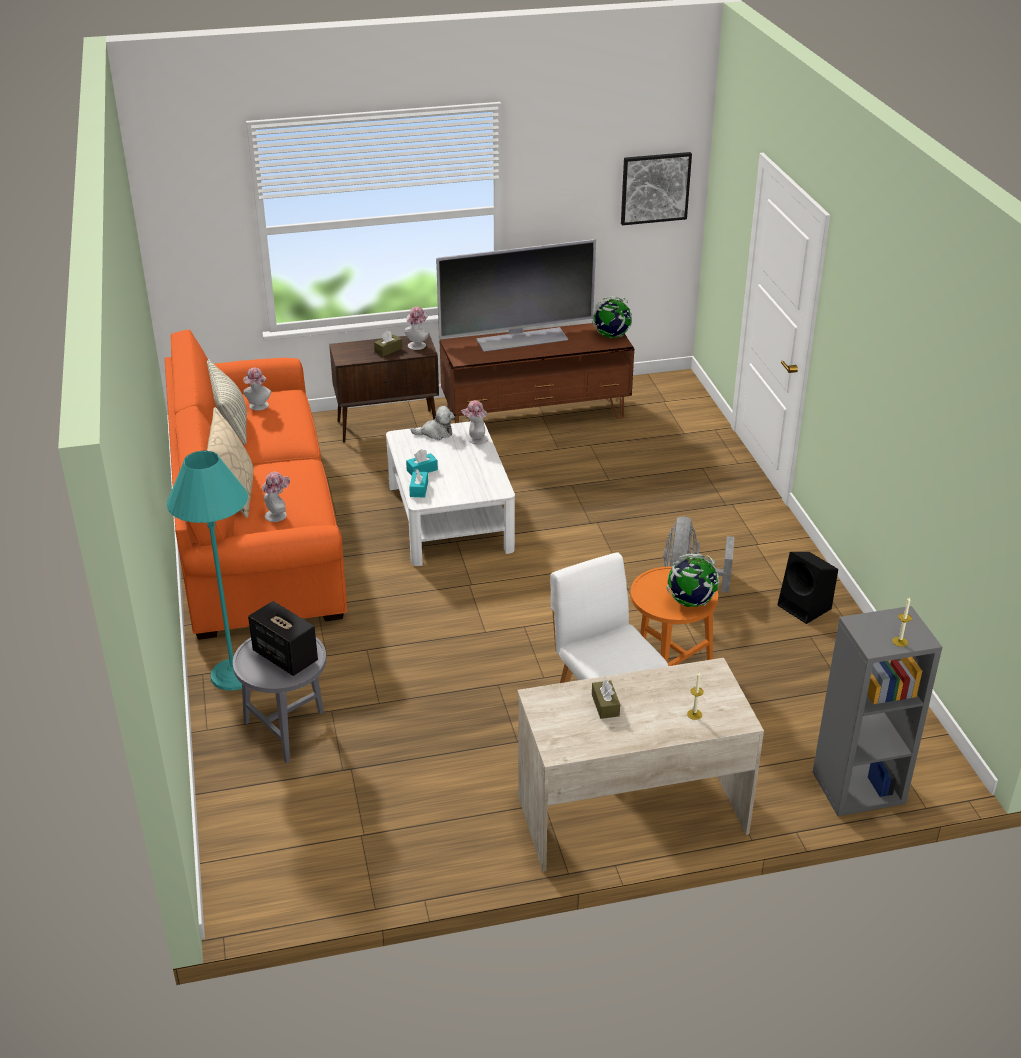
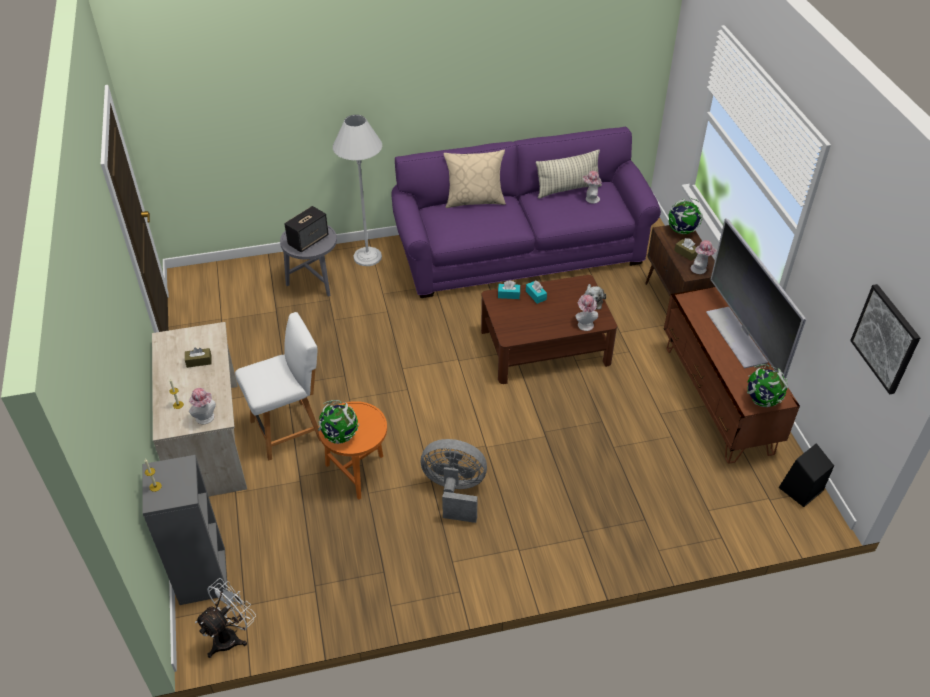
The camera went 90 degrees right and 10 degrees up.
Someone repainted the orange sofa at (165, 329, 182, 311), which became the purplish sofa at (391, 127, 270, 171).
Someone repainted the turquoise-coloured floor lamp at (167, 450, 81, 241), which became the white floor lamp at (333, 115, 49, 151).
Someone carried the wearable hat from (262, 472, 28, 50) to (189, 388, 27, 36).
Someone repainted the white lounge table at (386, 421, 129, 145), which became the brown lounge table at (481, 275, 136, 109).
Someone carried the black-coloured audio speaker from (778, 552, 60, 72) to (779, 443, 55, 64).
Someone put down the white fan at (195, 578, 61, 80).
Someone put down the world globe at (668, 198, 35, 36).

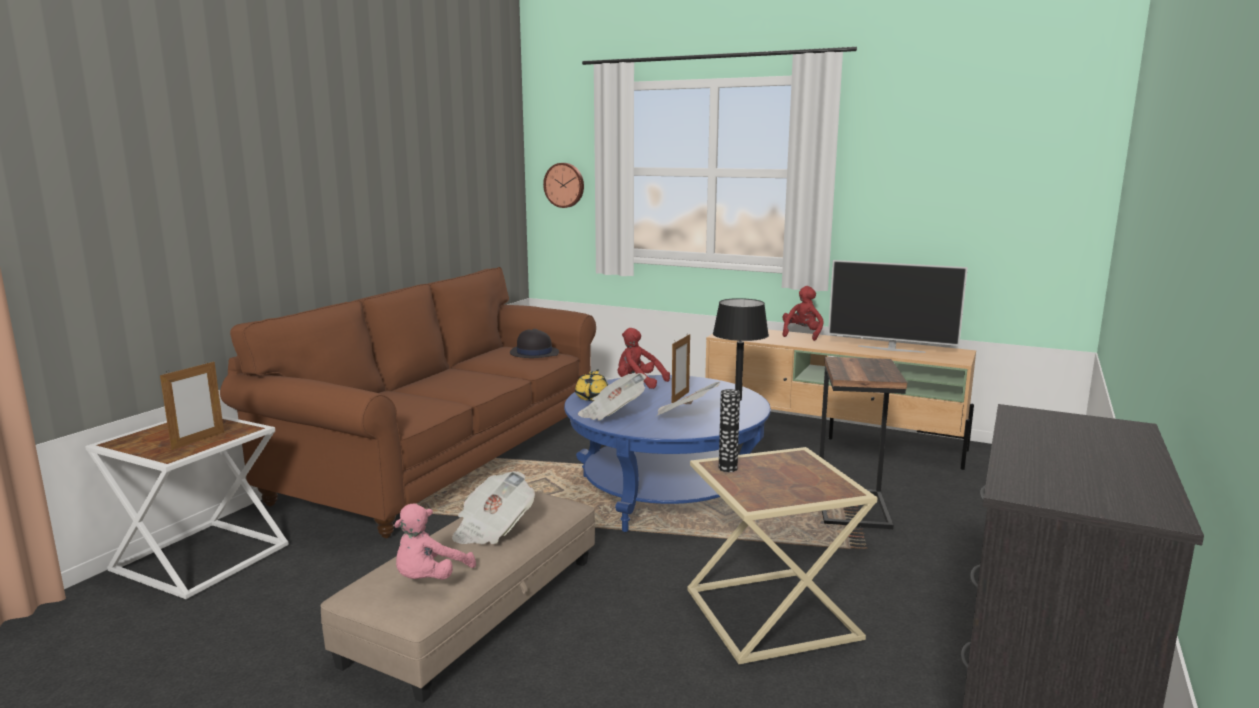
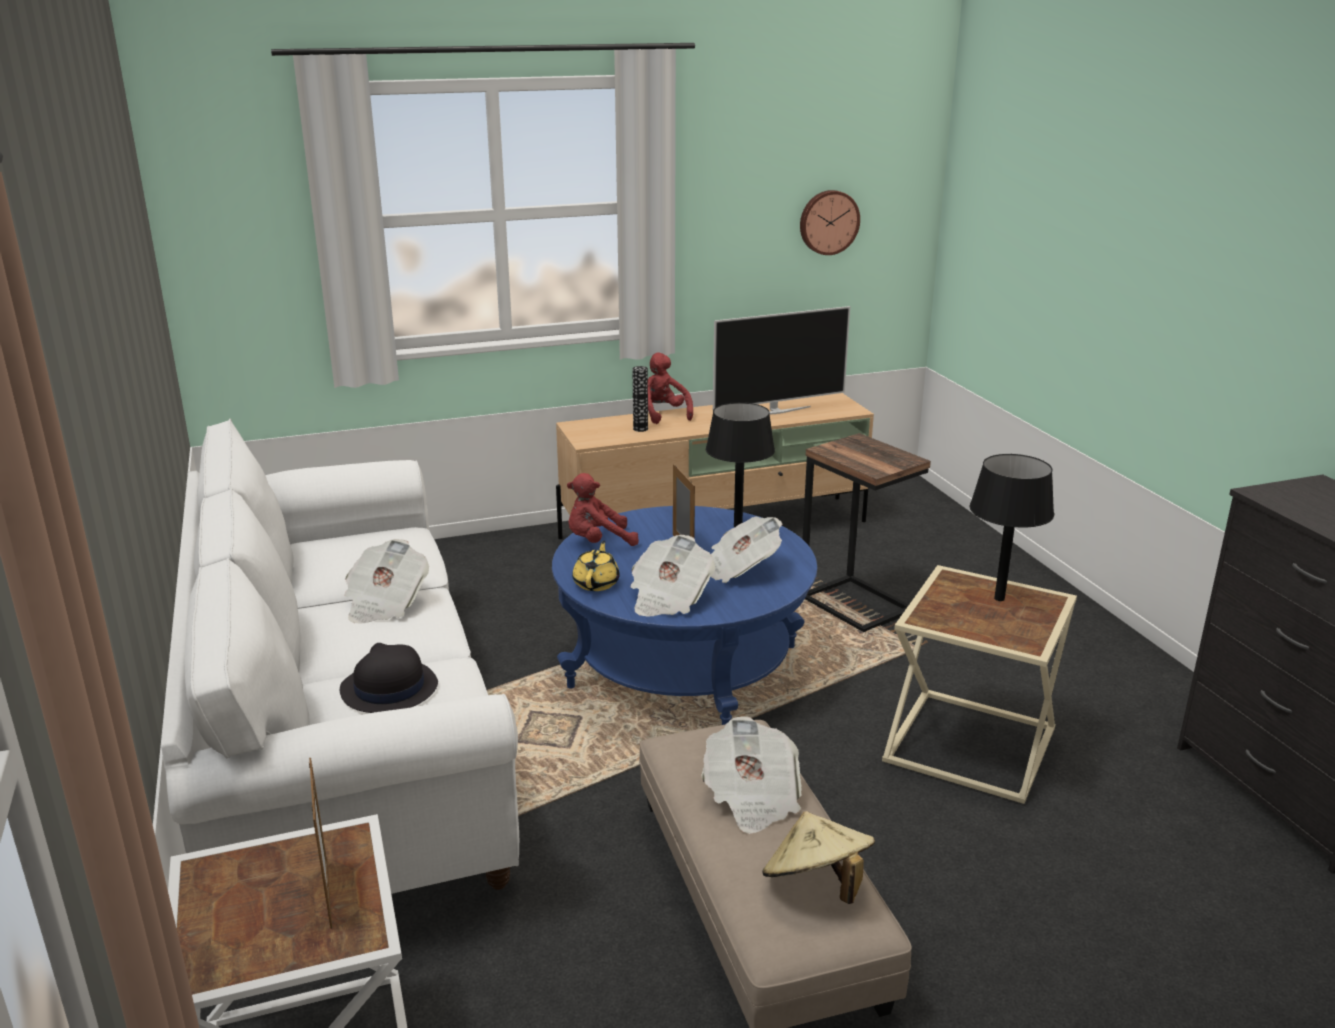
The camera went 45 degrees left and 10 degrees up.
Someone repainted the brown sofa at (220, 267, 376, 271), which became the white sofa at (161, 419, 358, 475).
Someone swapped the pink-coloured soft toy at (394, 503, 82, 77) for the beige wearable hat at (762, 811, 113, 93).
Someone carried the black-coloured wearable hat from (510, 329, 49, 29) to (340, 643, 98, 70).
Someone carried the hanging clock from (543, 163, 41, 45) to (800, 190, 60, 65).
Someone rotated the yellowish teapot at (575, 370, 33, 31) by 45 degrees clockwise.
Someone carried the decorative vase from (719, 389, 21, 83) to (632, 366, 16, 66).
Someone put down the printed paper at (344, 539, 85, 85).
Someone put down the black-coloured lamp for a table at (970, 454, 84, 147).

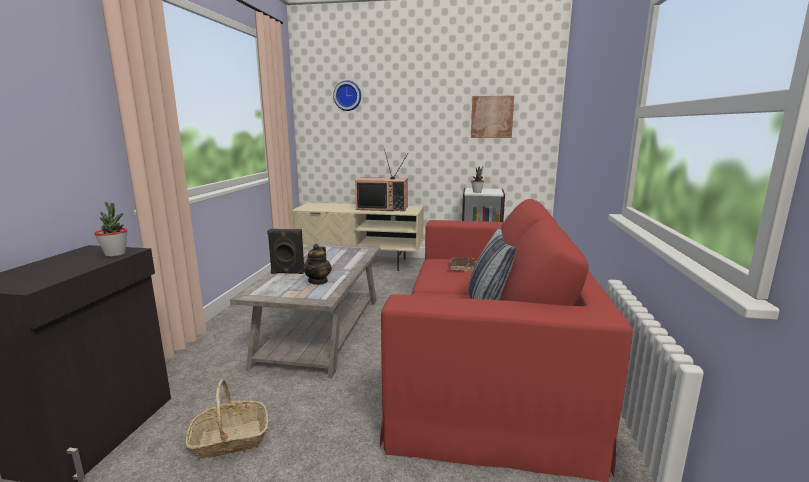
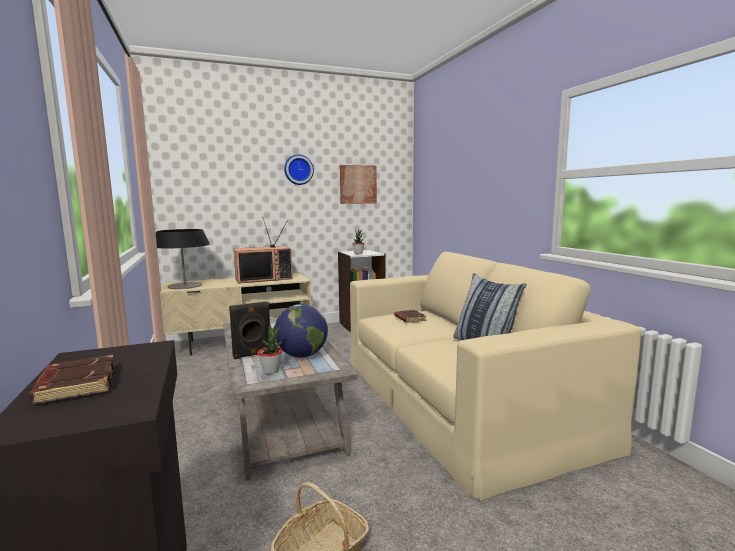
The camera went 30 degrees left and 5 degrees down.
Someone carried the potted plant from (94, 201, 34, 56) to (257, 325, 26, 49).
Someone swapped the teapot at (303, 244, 29, 41) for the world globe at (275, 304, 53, 53).
Someone carried the hanging clock from (333, 80, 28, 31) to (284, 154, 30, 31).
Someone repainted the red-coloured sofa at (380, 199, 253, 283), which became the beige sofa at (350, 252, 291, 248).
Someone put down the brown book at (29, 355, 86, 49).
Someone put down the lamp for a table at (156, 229, 53, 60).

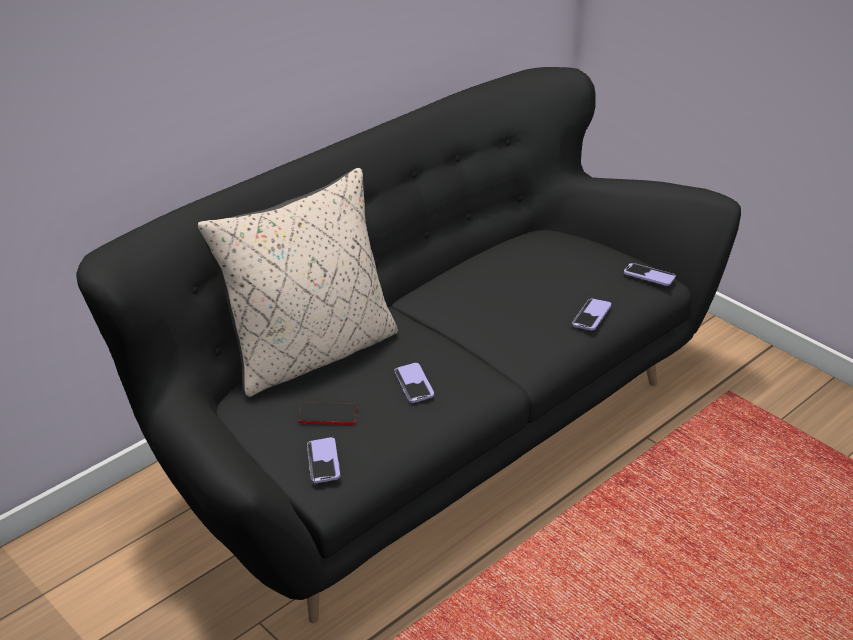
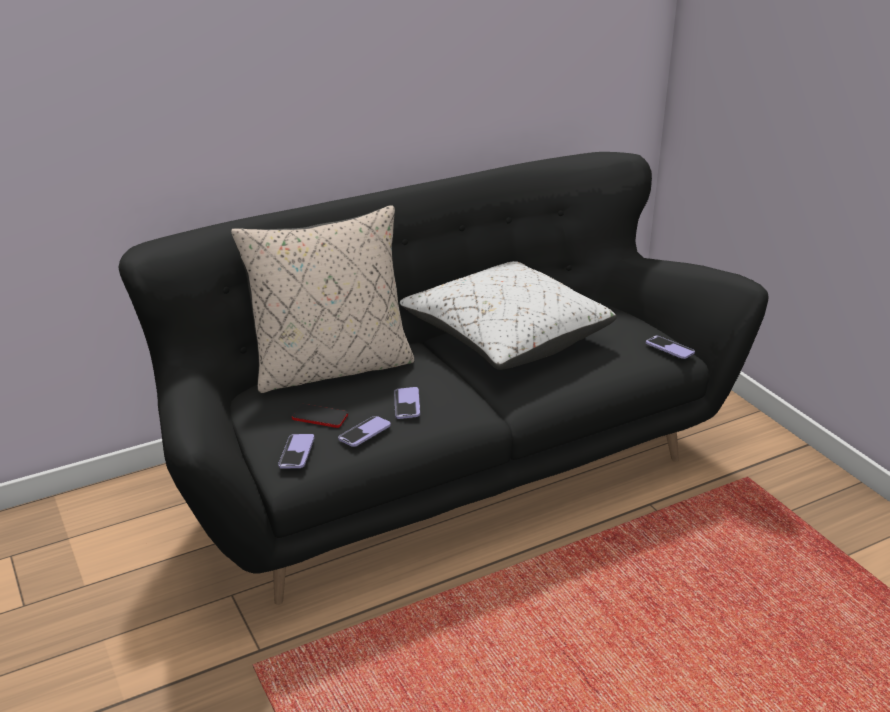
The camera went 15 degrees right and 5 degrees down.
Someone carried the telephone from (572, 299, 39, 31) to (338, 416, 53, 31).
Someone put down the white pillow at (400, 261, 217, 109).

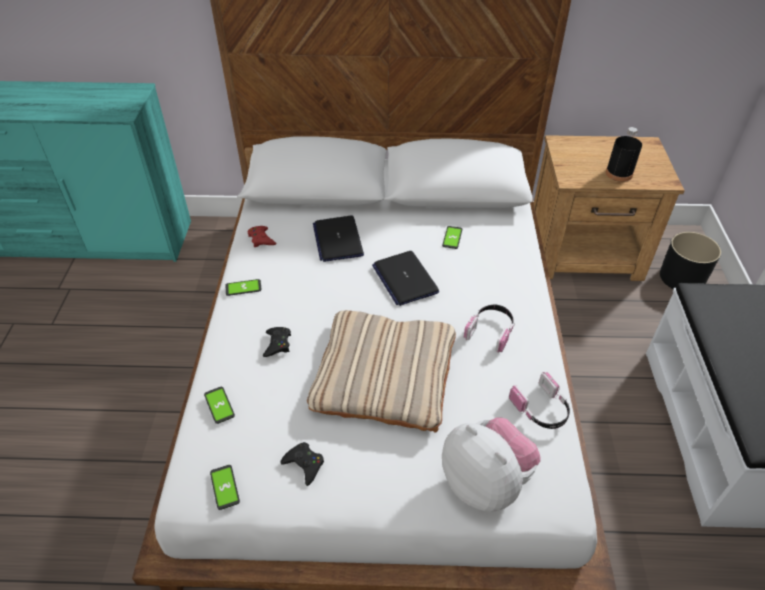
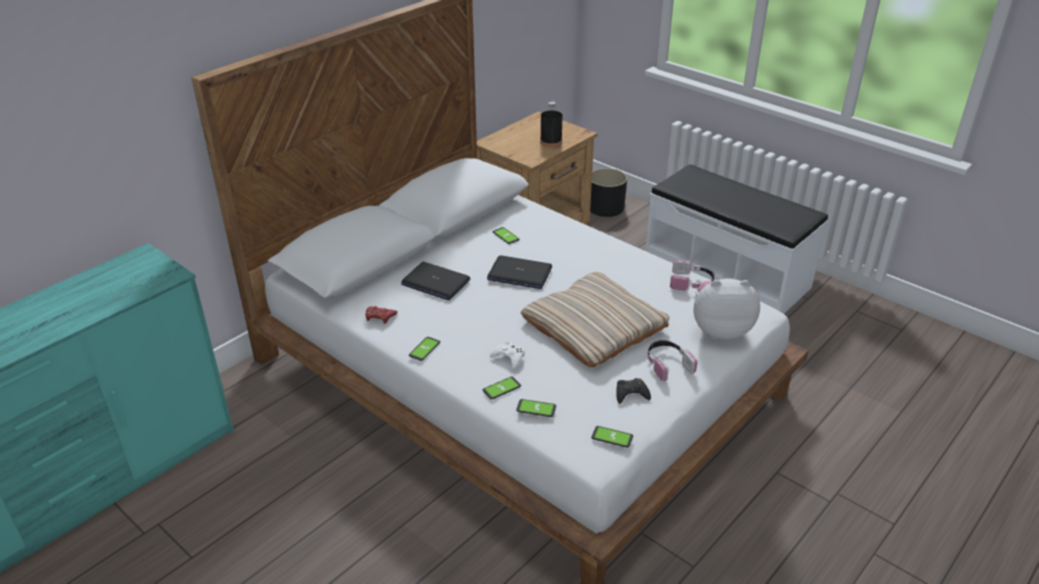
The camera went 50 degrees left and 10 degrees down.
Someone repainted the black-coloured joypad at (263, 327, 28, 30), which became the white joypad at (490, 341, 35, 28).
Someone carried the pair of headphones from (464, 305, 51, 48) to (647, 340, 50, 42).
Someone put down the telephone at (483, 377, 38, 22).

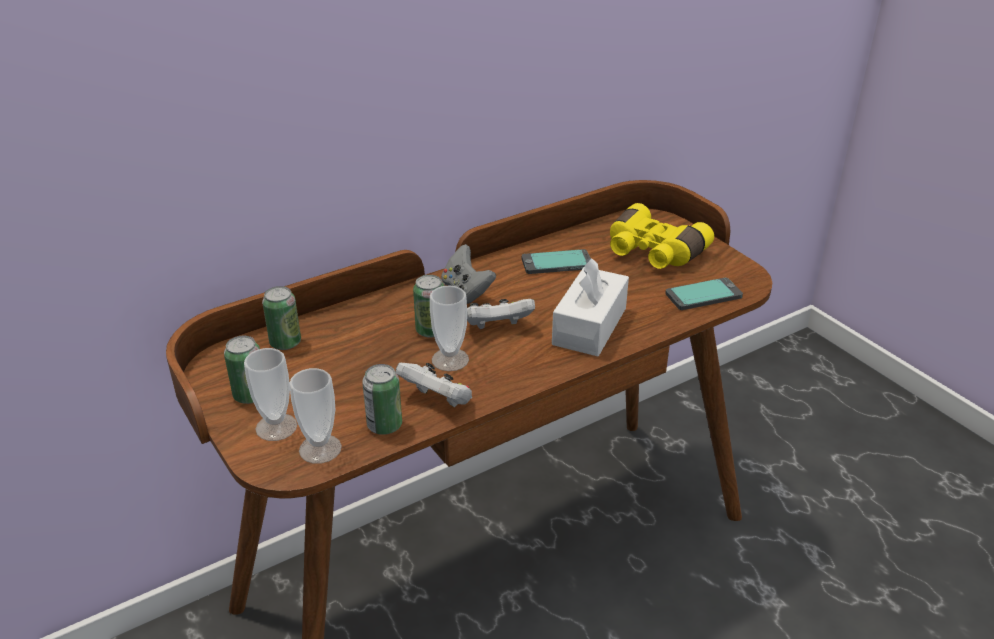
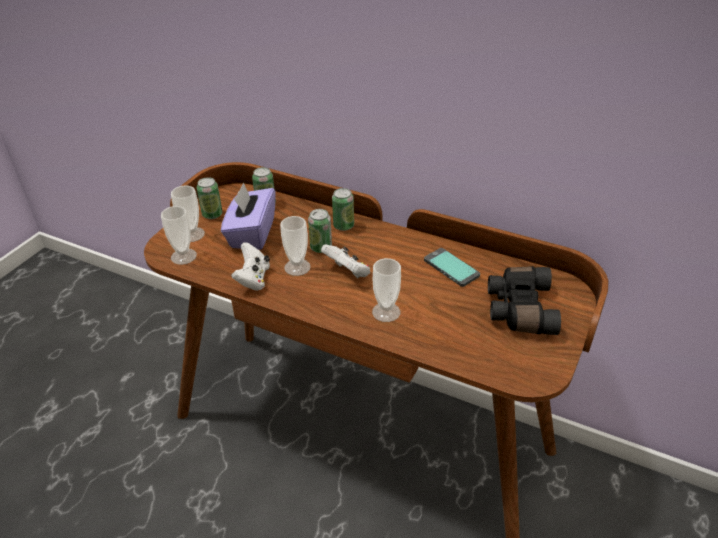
The camera went 60 degrees right and 5 degrees up.
Someone carried the can from (362, 364, 40, 71) to (332, 188, 22, 43).
Someone took away the gray joypad at (441, 244, 55, 60).
Someone swapped the white tissue holder at (552, 258, 77, 98) for the small cup at (372, 258, 29, 64).
Someone repainted the yellowish binoculars at (610, 203, 104, 66), which became the black-coloured binoculars at (488, 266, 73, 69).
Someone took away the telephone at (665, 278, 78, 32).
Someone put down the purplish tissue holder at (221, 182, 54, 68).

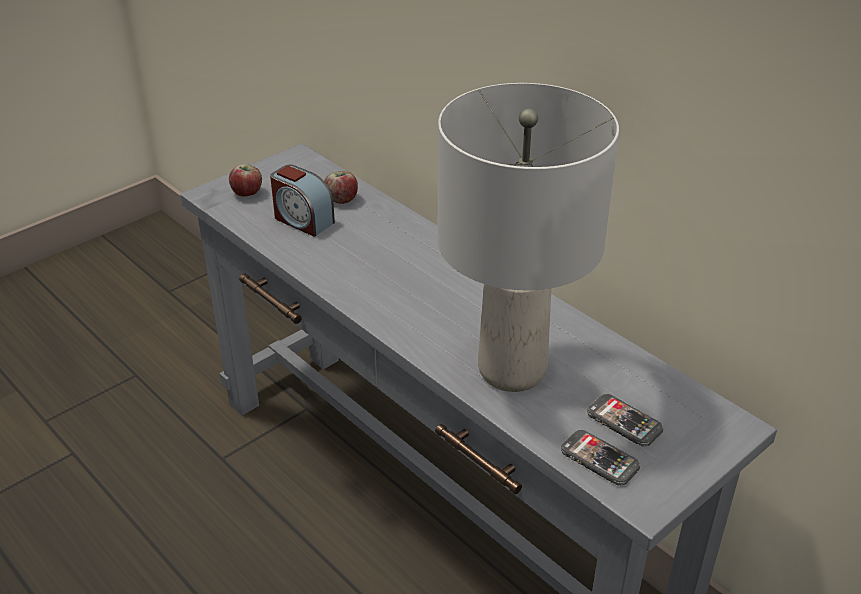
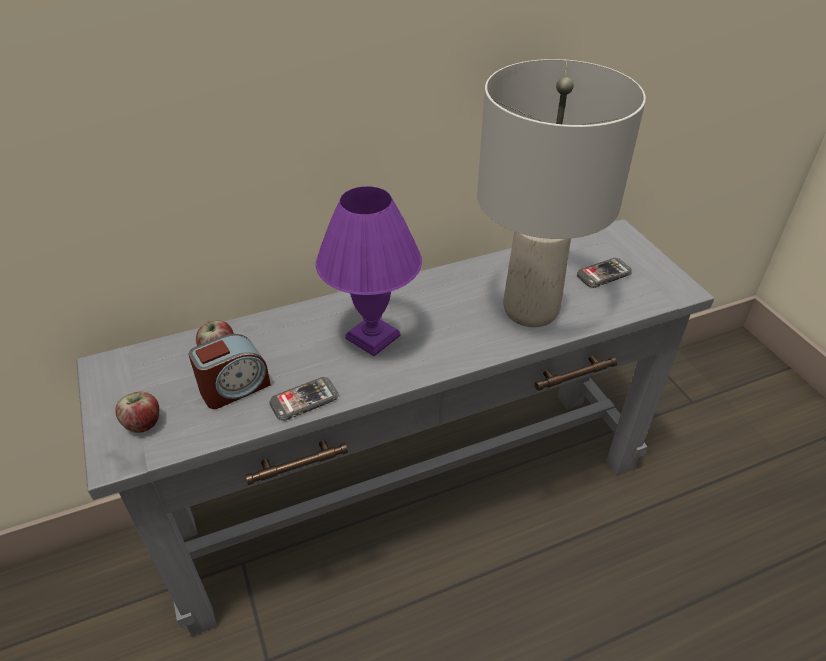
The camera went 70 degrees left and 5 degrees up.
Someone carried the telephone from (561, 430, 79, 55) to (269, 377, 69, 44).
Someone put down the purplish lamp for a table at (315, 186, 107, 170).

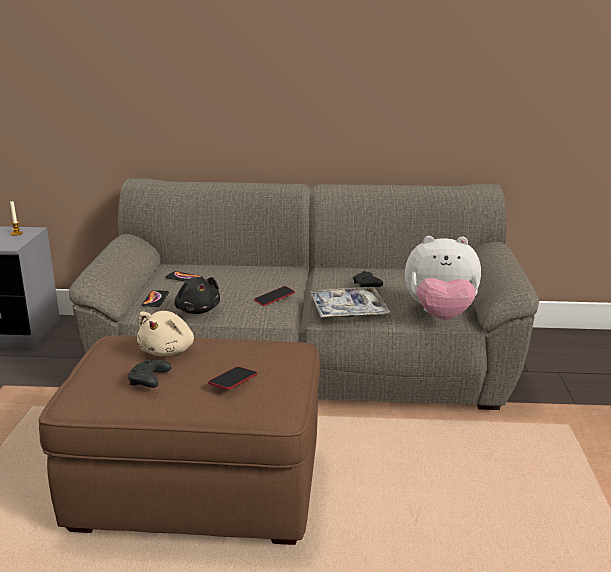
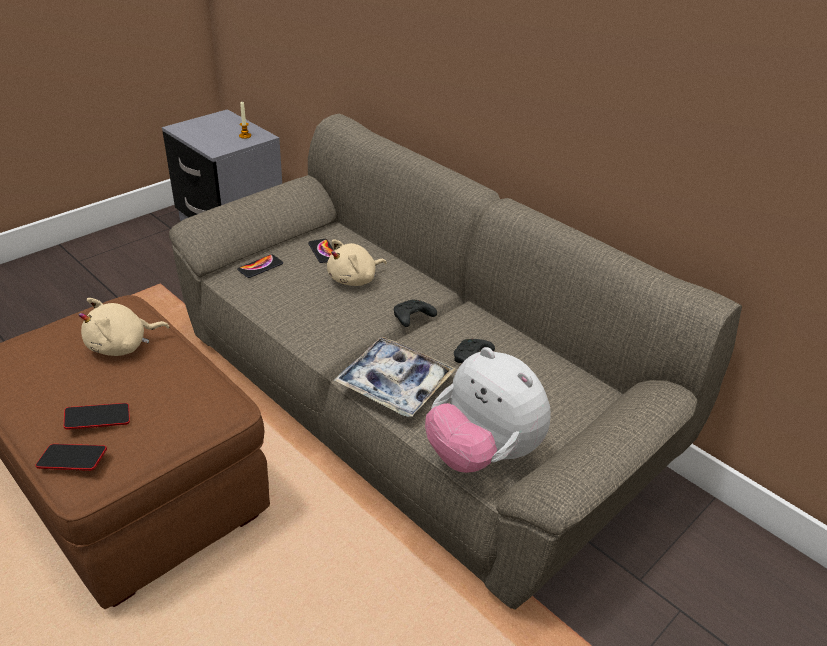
The camera went 40 degrees right and 15 degrees up.
Someone carried the black-coloured joypad from (128, 359, 43, 29) to (394, 300, 43, 27).
Someone took away the black-coloured soft toy at (174, 277, 46, 37).
Someone carried the telephone from (254, 286, 41, 20) to (36, 444, 71, 27).
Someone put down the beige soft toy at (327, 239, 60, 47).

